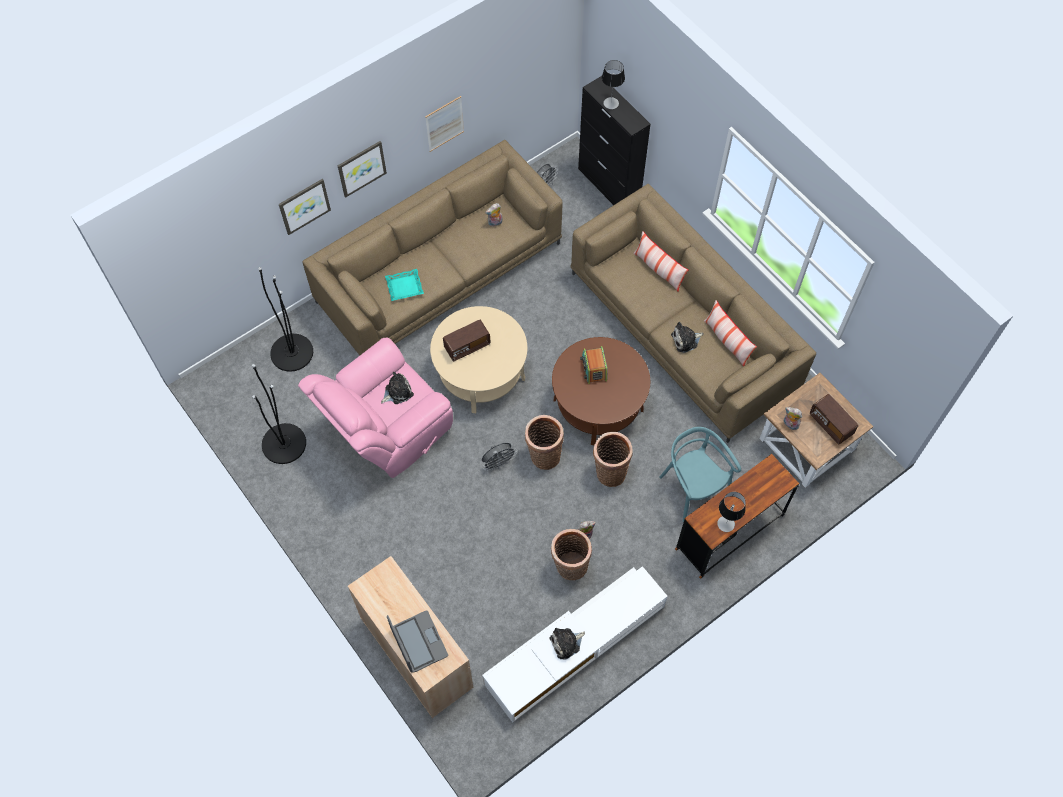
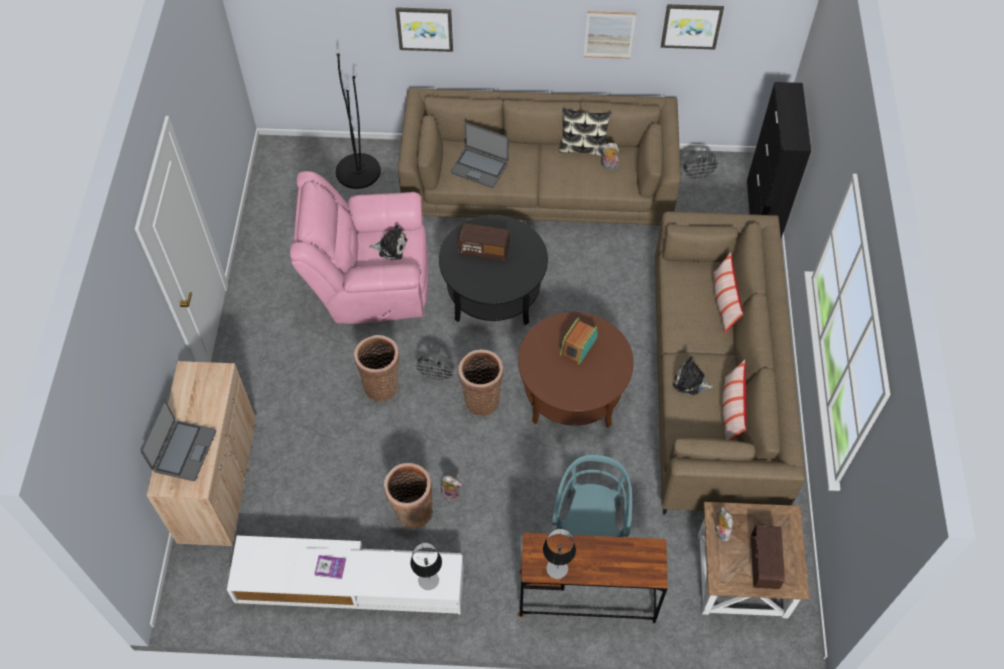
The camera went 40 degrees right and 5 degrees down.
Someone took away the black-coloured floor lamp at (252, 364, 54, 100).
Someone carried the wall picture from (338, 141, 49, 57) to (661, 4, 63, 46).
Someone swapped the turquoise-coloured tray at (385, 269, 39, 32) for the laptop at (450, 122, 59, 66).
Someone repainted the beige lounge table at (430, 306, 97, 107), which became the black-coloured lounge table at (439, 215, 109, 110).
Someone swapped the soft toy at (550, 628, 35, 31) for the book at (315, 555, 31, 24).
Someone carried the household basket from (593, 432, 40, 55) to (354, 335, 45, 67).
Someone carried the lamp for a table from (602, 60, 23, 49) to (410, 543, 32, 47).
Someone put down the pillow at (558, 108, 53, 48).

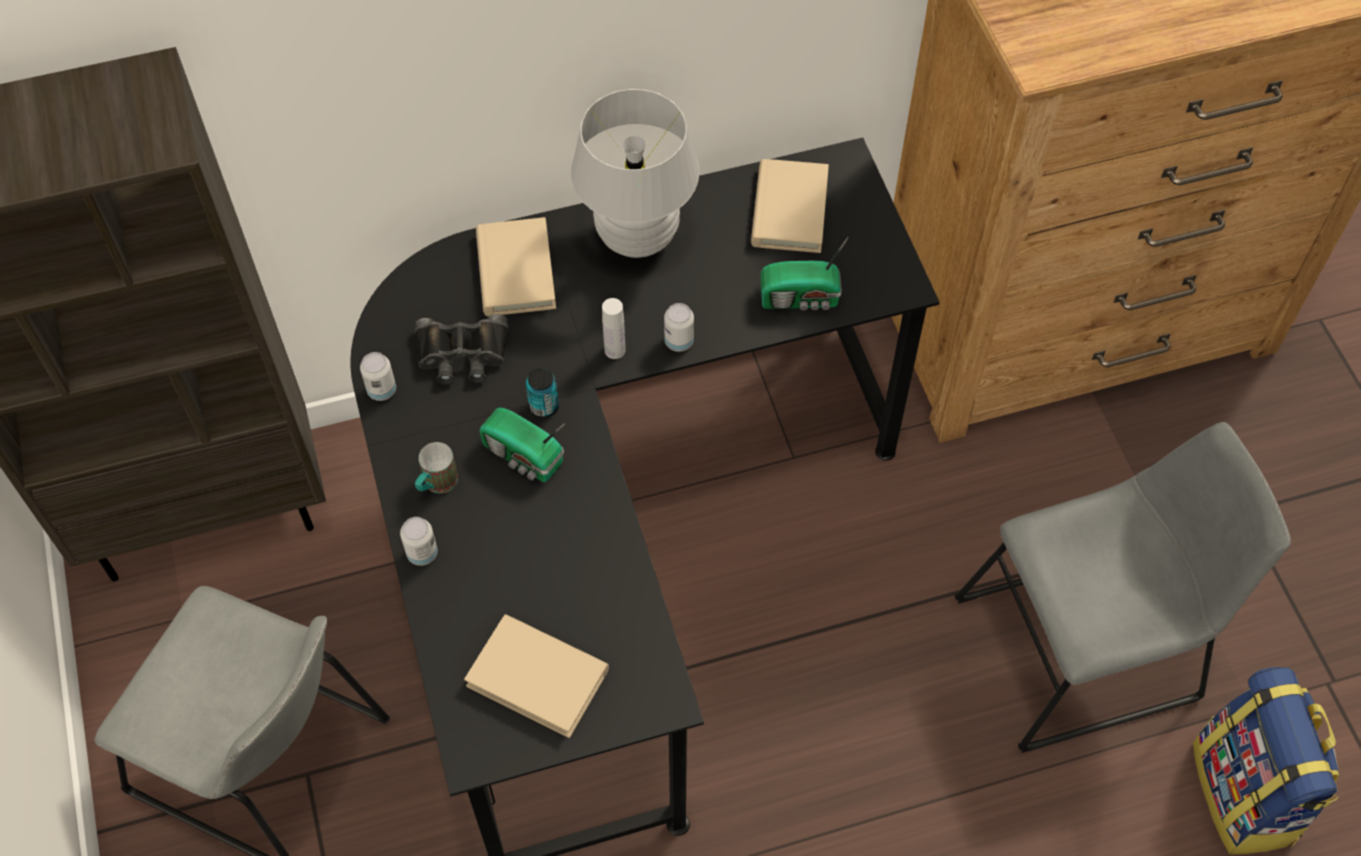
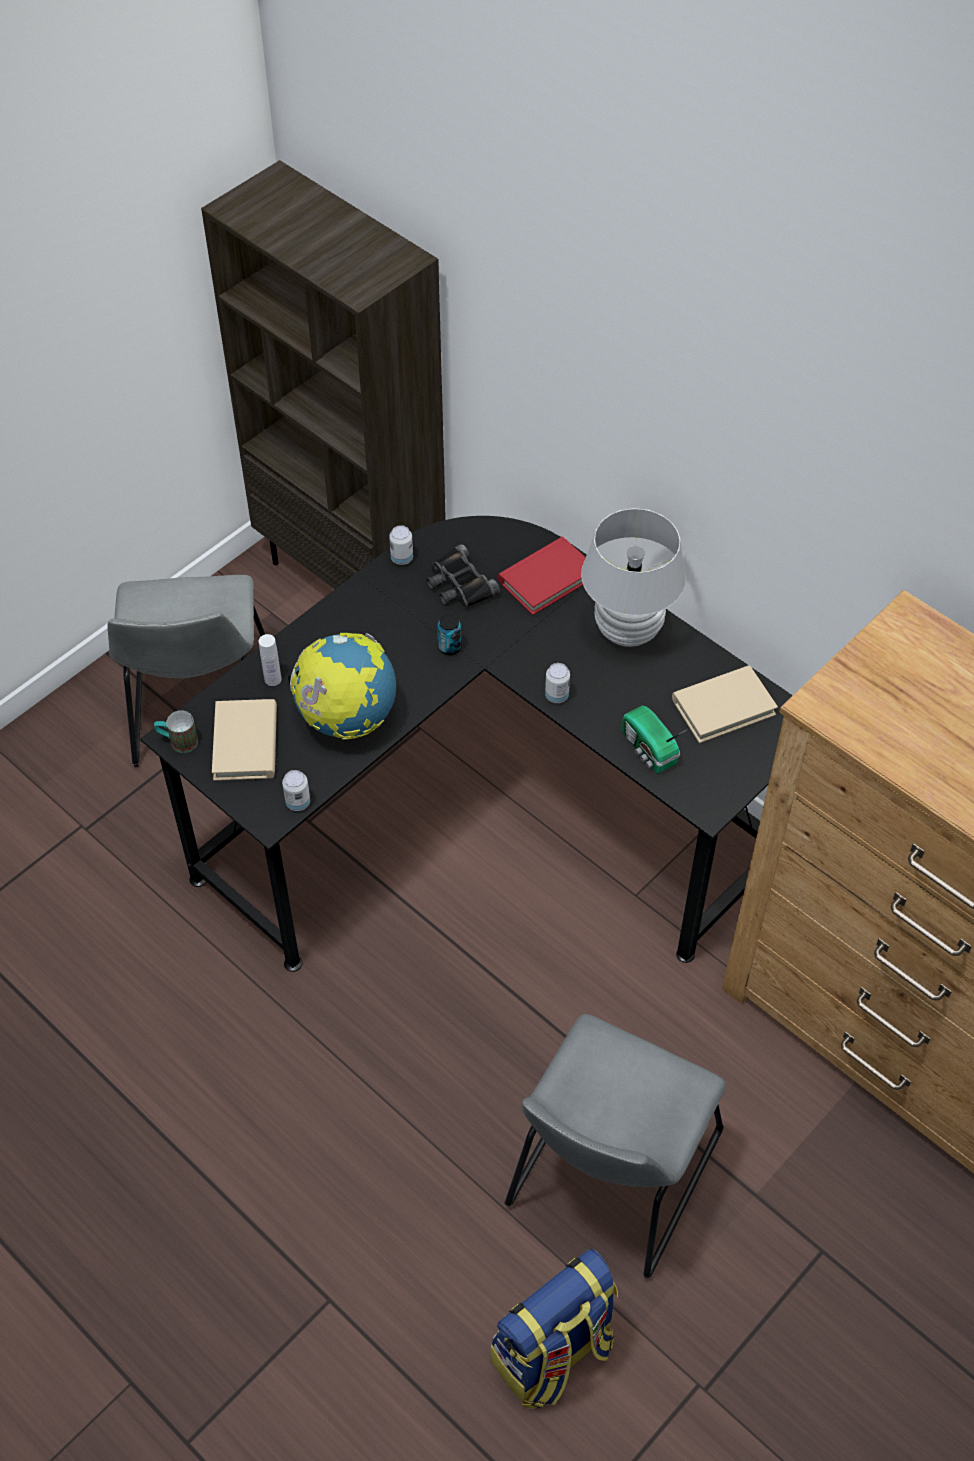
The camera went 60 degrees right and 5 degrees down.
Someone carried the can from (400, 517, 38, 49) to (282, 770, 28, 41).
Someone carried the mug from (415, 442, 43, 51) to (154, 710, 44, 43).
Someone repainted the beige book at (476, 217, 80, 99), which became the red-coloured book at (498, 536, 88, 79).
Someone took away the radio set at (479, 408, 86, 74).
Someone carried the white bottle from (602, 298, 24, 61) to (259, 634, 23, 52).
Someone rotated the gray plain chair at (955, 422, 336, 331) by 75 degrees clockwise.
Someone put down the world globe at (288, 633, 108, 106).

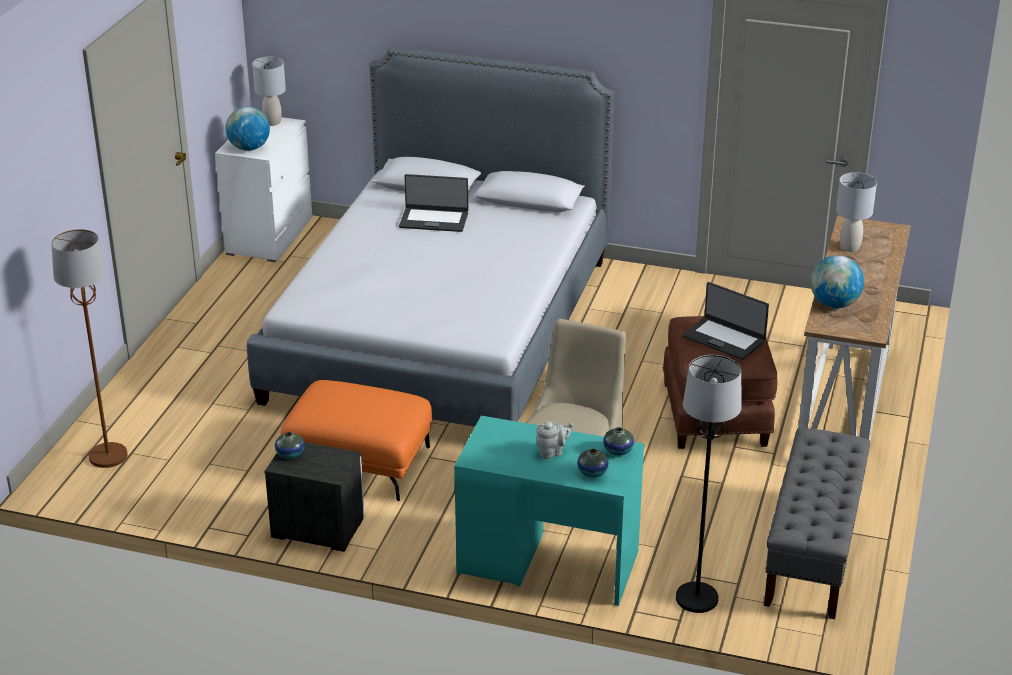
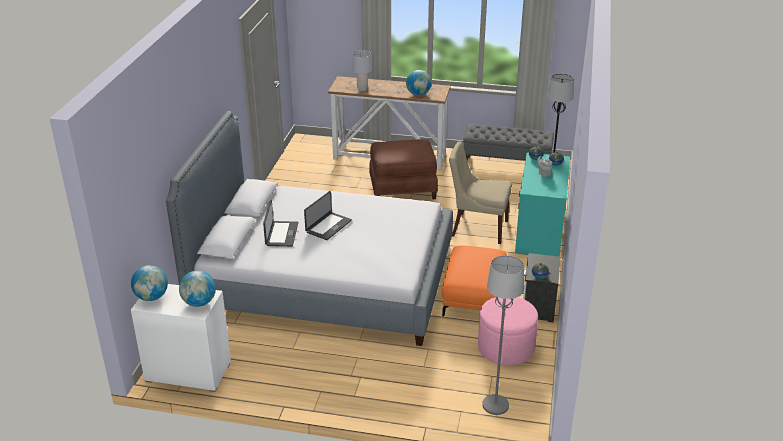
The camera went 95 degrees left and 0 degrees up.
Someone repainted the brown floor lamp at (51, 229, 77, 239), which became the gray floor lamp at (482, 255, 42, 160).
Someone swapped the gray lamp for a table at (252, 57, 34, 69) for the world globe at (131, 265, 37, 36).
Someone carried the laptop from (683, 282, 86, 78) to (304, 191, 48, 49).
Someone put down the pink-coloured footrest at (478, 297, 60, 68).

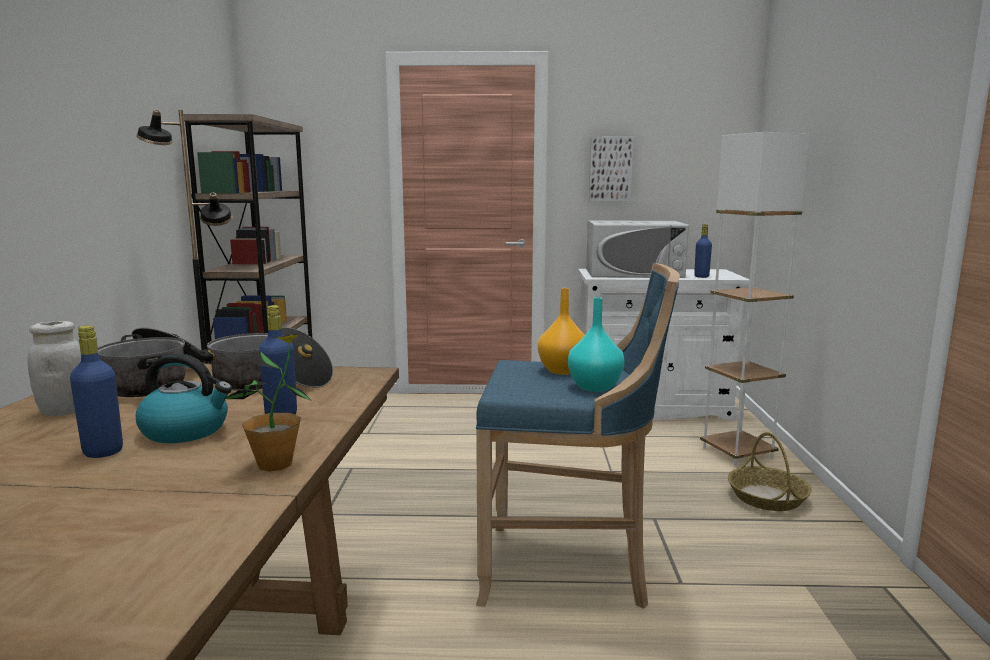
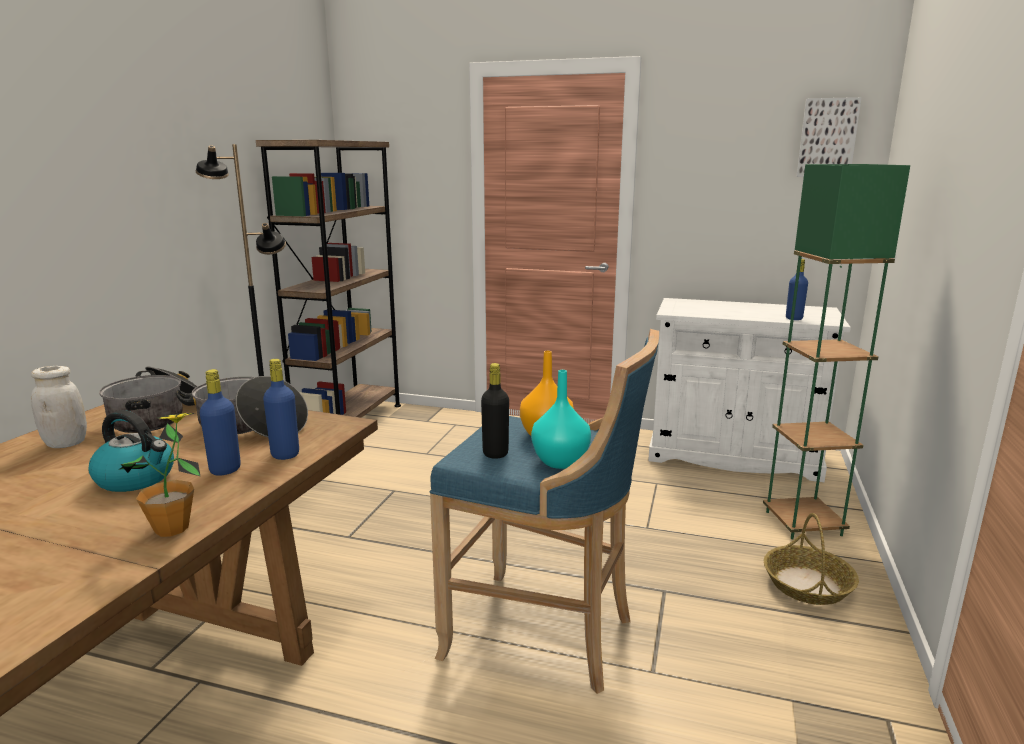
The camera went 15 degrees right and 5 degrees up.
Someone carried the blue-coloured bottle from (70, 325, 53, 133) to (263, 359, 36, 101).
Someone took away the white microwave at (586, 221, 103, 57).
Someone carried the wall picture from (589, 137, 45, 64) to (796, 97, 66, 80).
Someone repainted the white floor lamp at (700, 132, 110, 334), which became the green-coloured floor lamp at (763, 164, 147, 375).
Someone put down the black-coloured bottle at (481, 363, 28, 96).

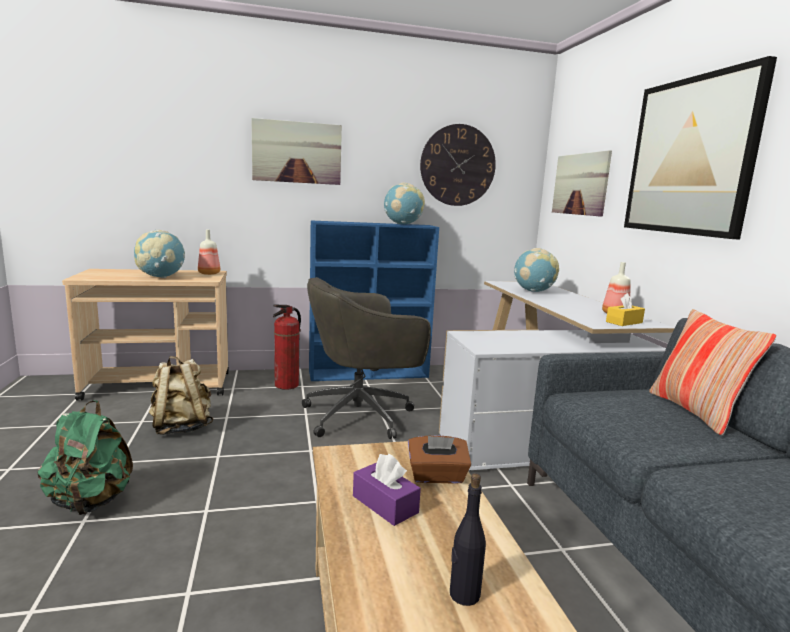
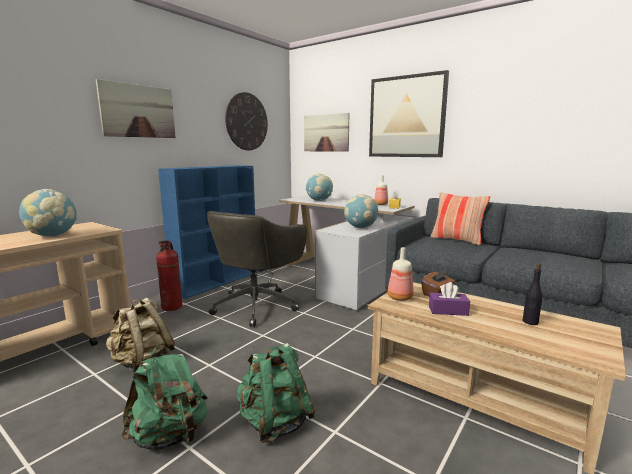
The camera went 40 degrees left and 0 degrees up.
Someone carried the bottle from (198, 230, 22, 45) to (388, 247, 26, 54).
Someone carried the world globe from (384, 183, 41, 41) to (344, 194, 34, 34).
Someone put down the green-coloured rucksack at (237, 343, 78, 100).

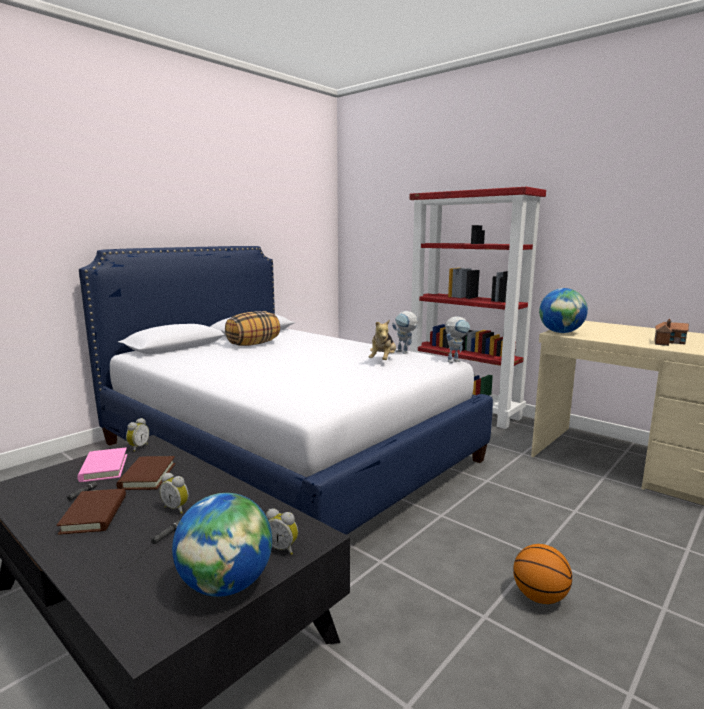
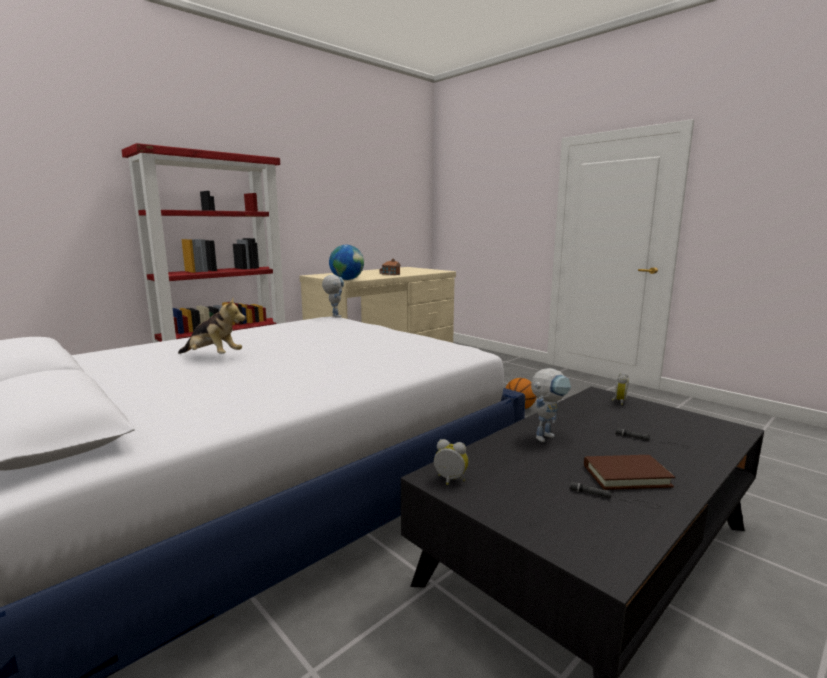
The camera went 85 degrees left and 0 degrees up.
Someone took away the pink-coloured book at (77, 448, 50, 34).
Someone took away the brown book at (117, 456, 59, 34).
Someone took away the bedside clock at (159, 473, 30, 41).
Someone took away the world globe at (172, 493, 100, 104).
Someone took away the pillow at (225, 311, 55, 35).
Someone carried the soft toy from (369, 320, 27, 40) to (178, 298, 68, 56).
Someone carried the toy robot from (392, 311, 26, 43) to (531, 368, 40, 74).

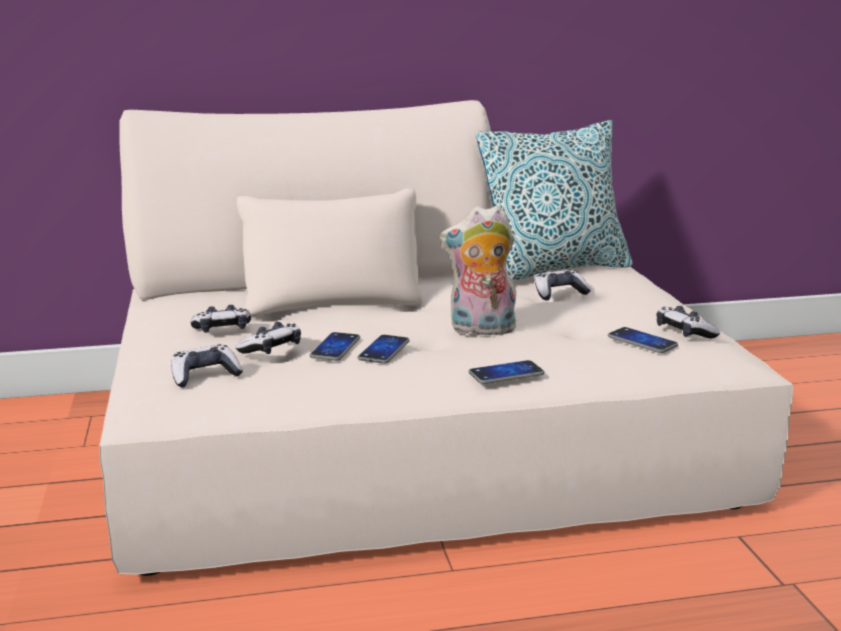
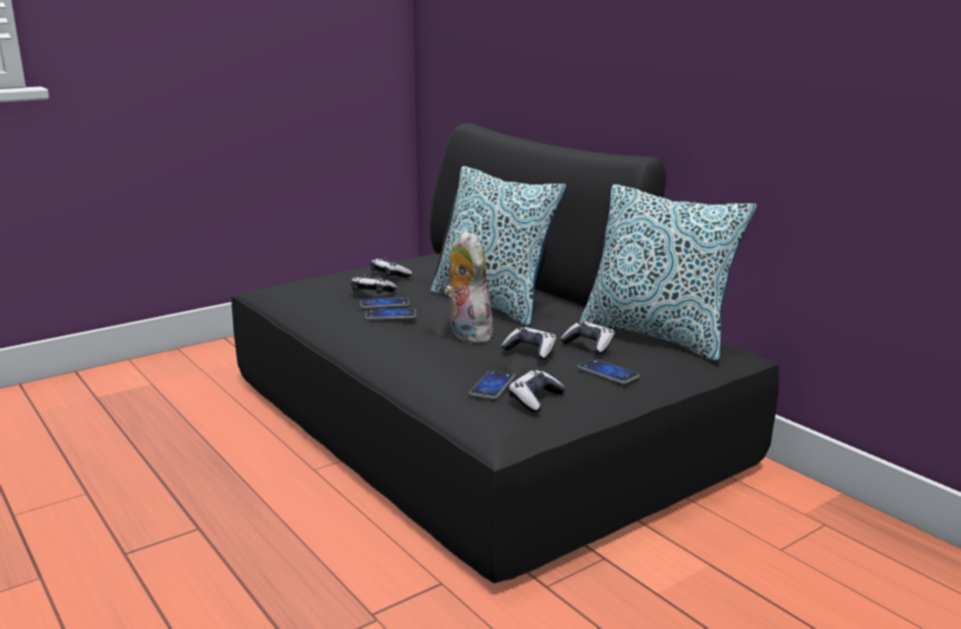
The camera went 65 degrees right and 0 degrees up.
Someone repainted the beige sofa at (99, 100, 694, 476), which became the black-coloured sofa at (232, 123, 547, 460).
Someone carried the joypad from (171, 344, 72, 44) to (501, 327, 55, 33).
Someone carried the telephone from (468, 360, 76, 24) to (578, 359, 62, 25).
Someone put down the pillow at (431, 166, 135, 160).

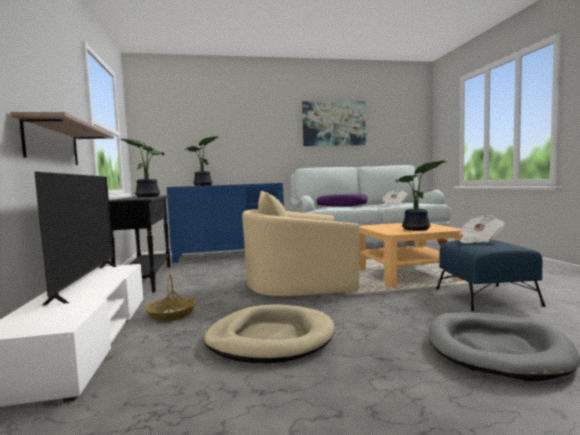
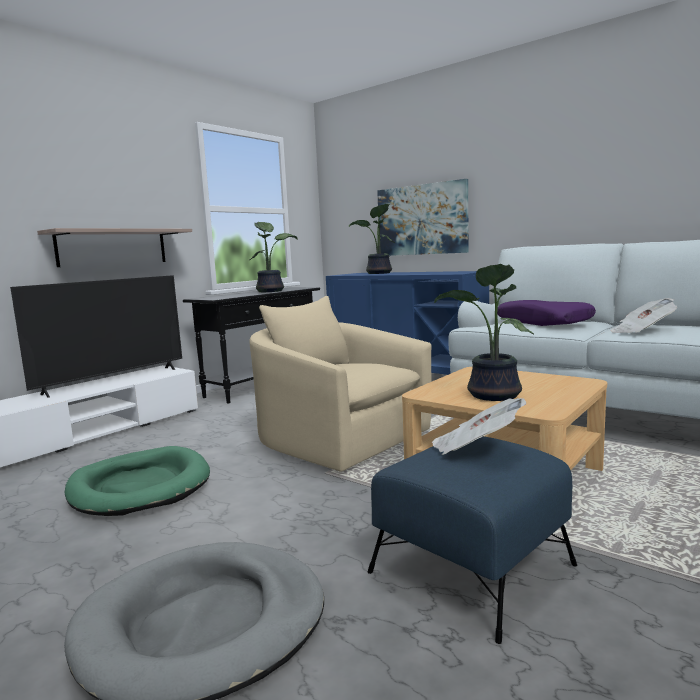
The camera went 50 degrees right and 5 degrees up.
Someone took away the household basket at (145, 273, 51, 48).
Someone repainted the beige dog cushion at (204, 304, 131, 59), which became the green-coloured dog cushion at (64, 446, 146, 70).
Someone carried the wall picture from (302, 101, 64, 45) to (377, 179, 92, 77).

